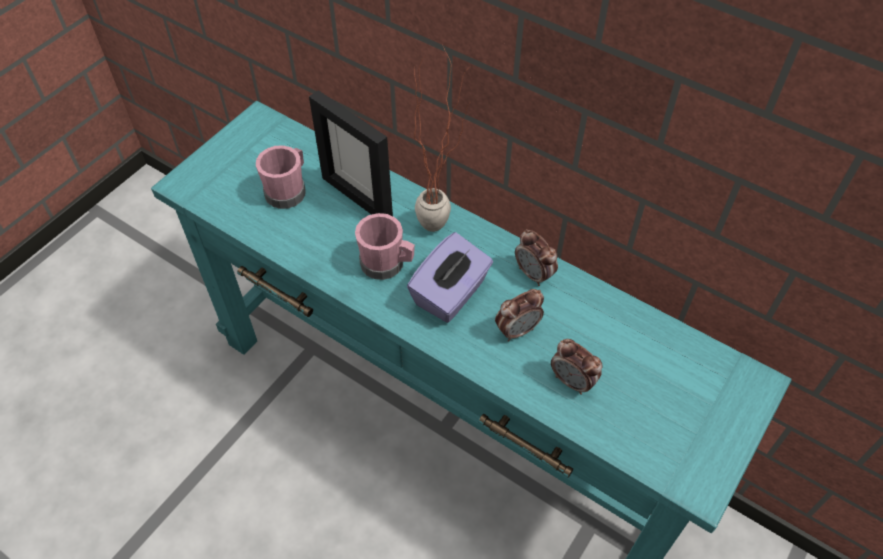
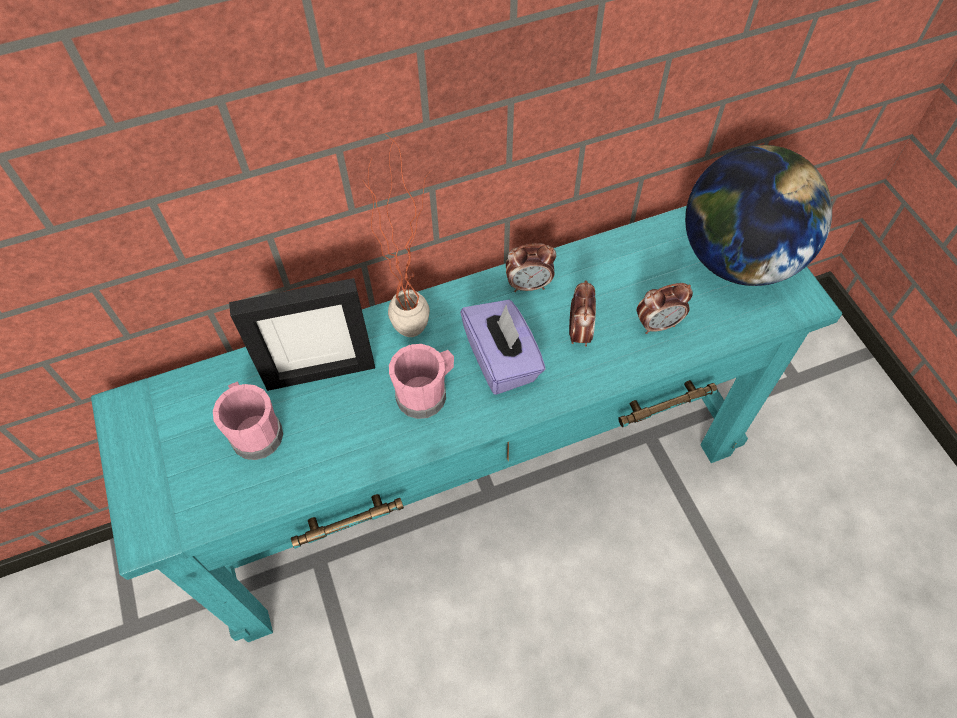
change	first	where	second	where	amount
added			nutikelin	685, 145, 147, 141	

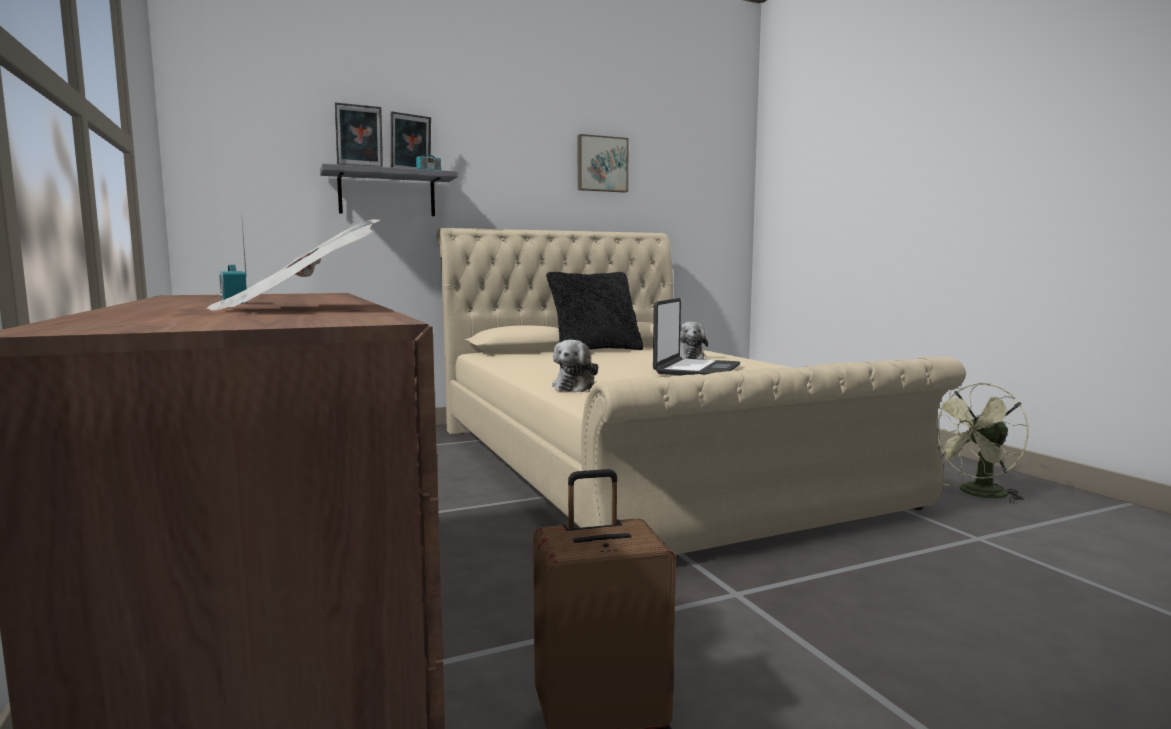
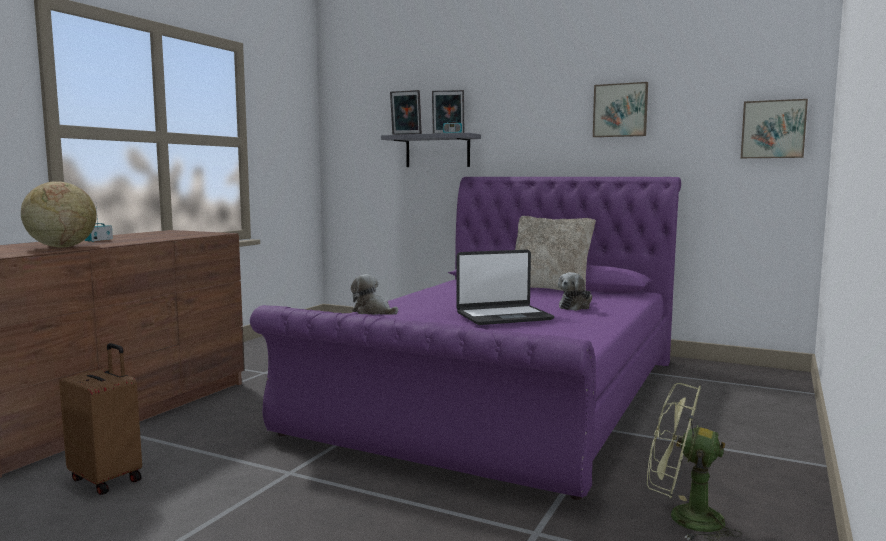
change	first	where	second	where	amount
replaced	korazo	207, 219, 174, 91	nutikelin	21, 181, 76, 67	
recoloured	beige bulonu	436, 228, 530, 327	purple bulonu	250, 177, 431, 323	
recoloured	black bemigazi	546, 272, 97, 78	beige bemigazi	515, 216, 81, 75	
turned	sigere	552, 340, 46, 52		351, 274, 47, 41	60 degrees clockwise
added			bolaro	741, 99, 67, 59	

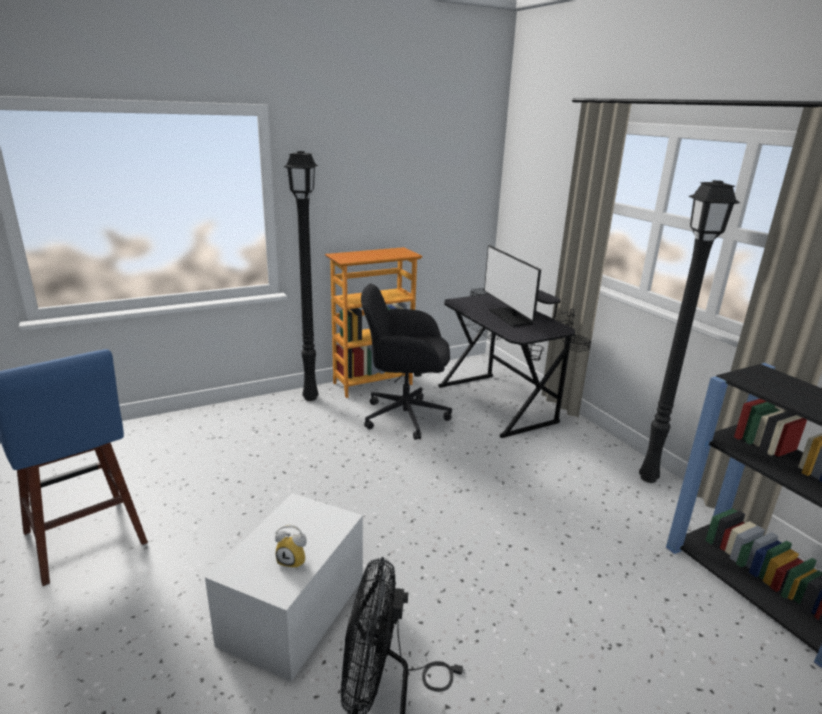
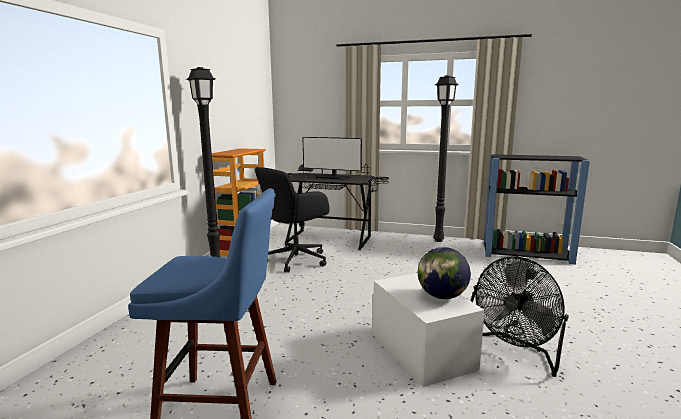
change	first	where	second	where	amount
replaced	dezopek	275, 525, 32, 45	nutikelin	418, 247, 53, 52	

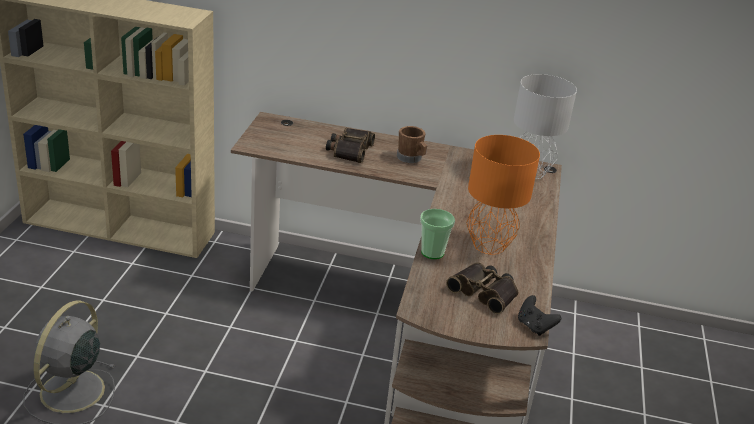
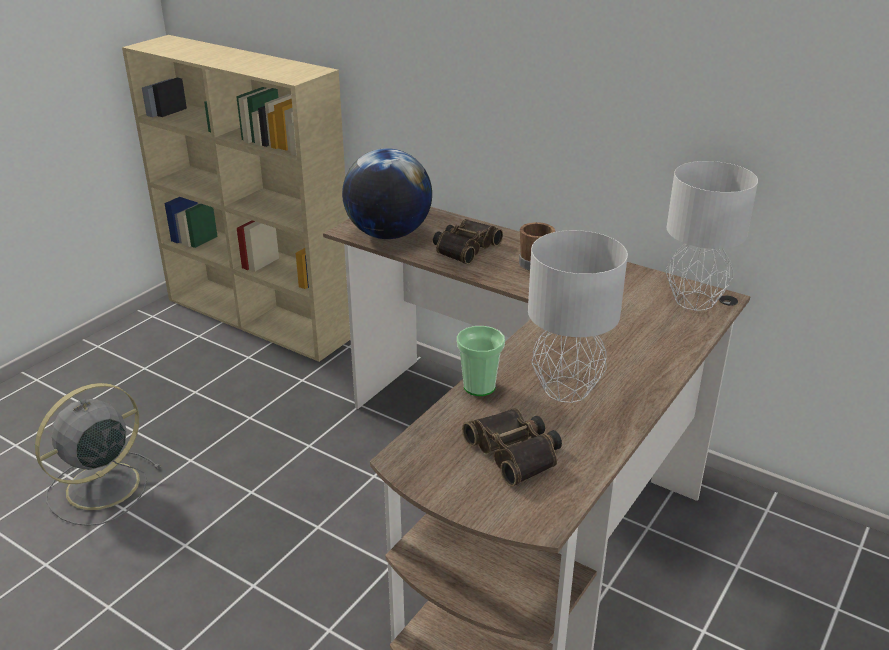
change	first	where	second	where	amount
recoloured	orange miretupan	466, 135, 74, 120	grey miretupan	528, 230, 100, 173	
removed	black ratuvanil	518, 295, 43, 41			
added			nutikelin	342, 148, 90, 91	

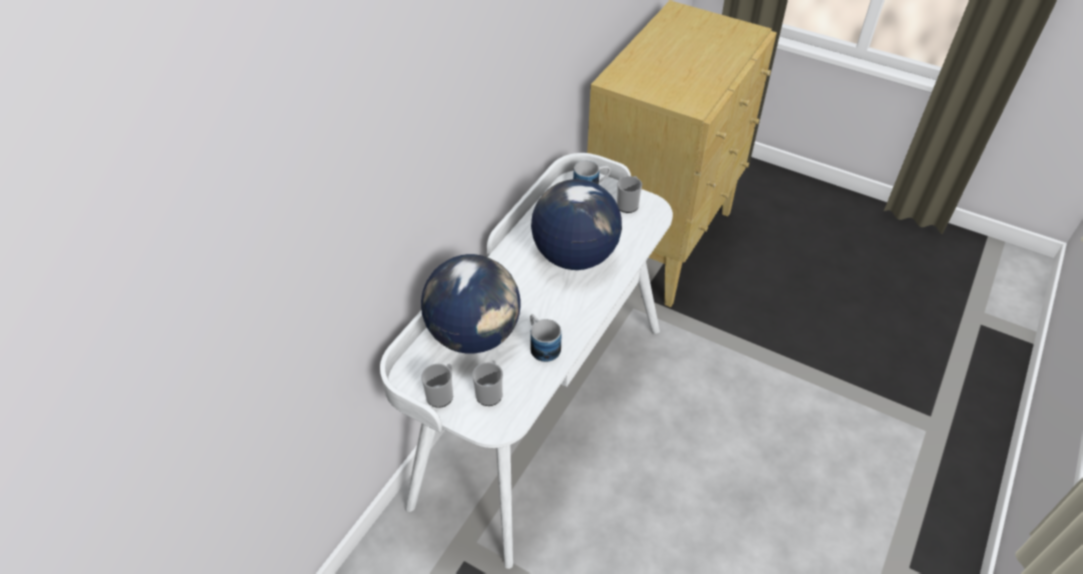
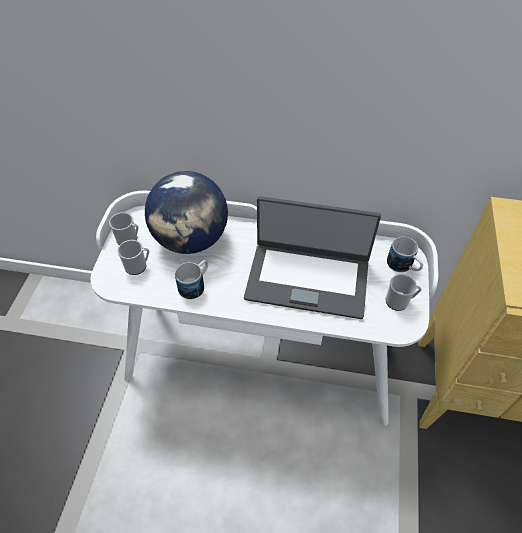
change	first	where	second	where	amount
replaced	nutikelin	531, 179, 91, 91	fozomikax	244, 196, 137, 123	

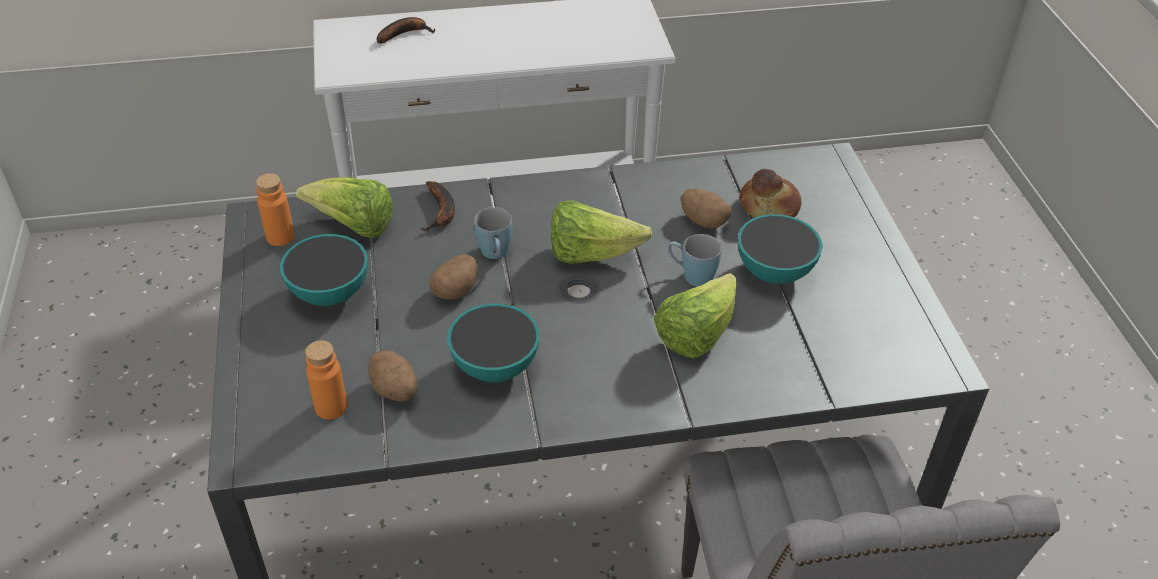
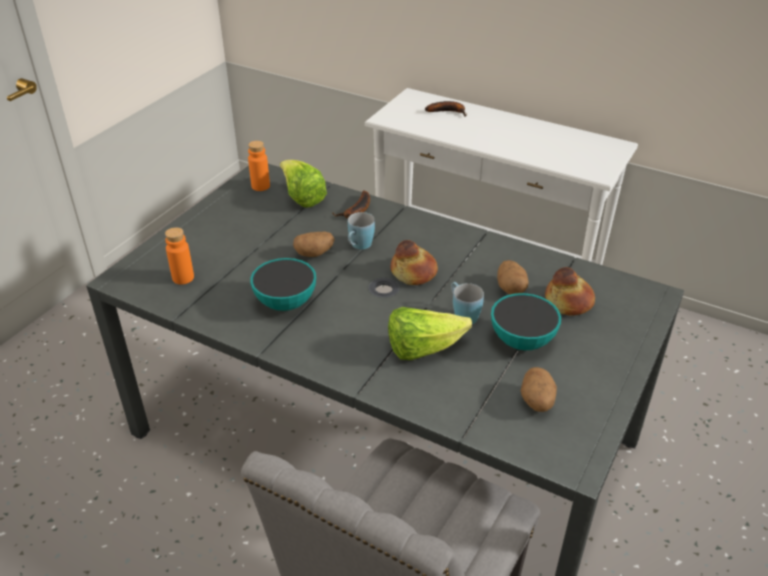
change	first	where	second	where	amount
replaced	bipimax	551, 200, 101, 64	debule	390, 240, 48, 45	
removed	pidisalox	280, 234, 88, 72			
moved	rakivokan	368, 350, 50, 52		521, 367, 36, 45	

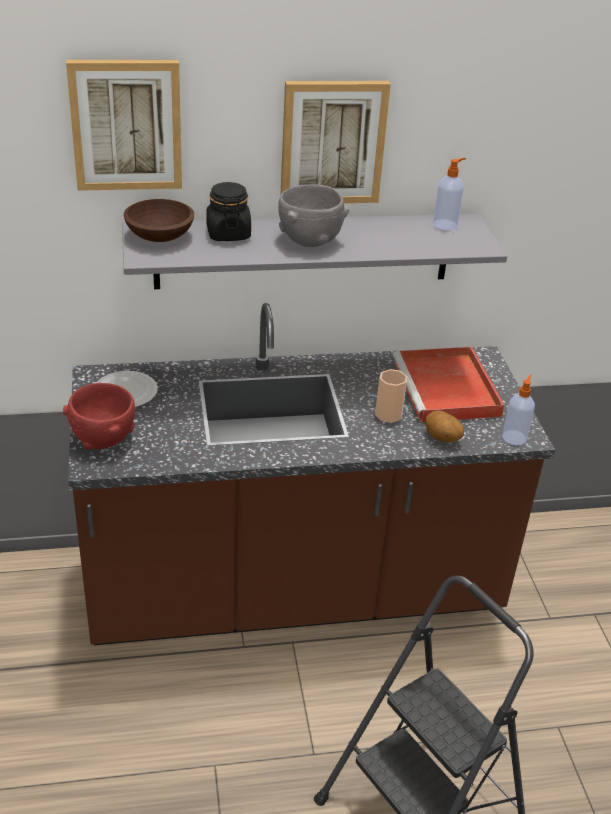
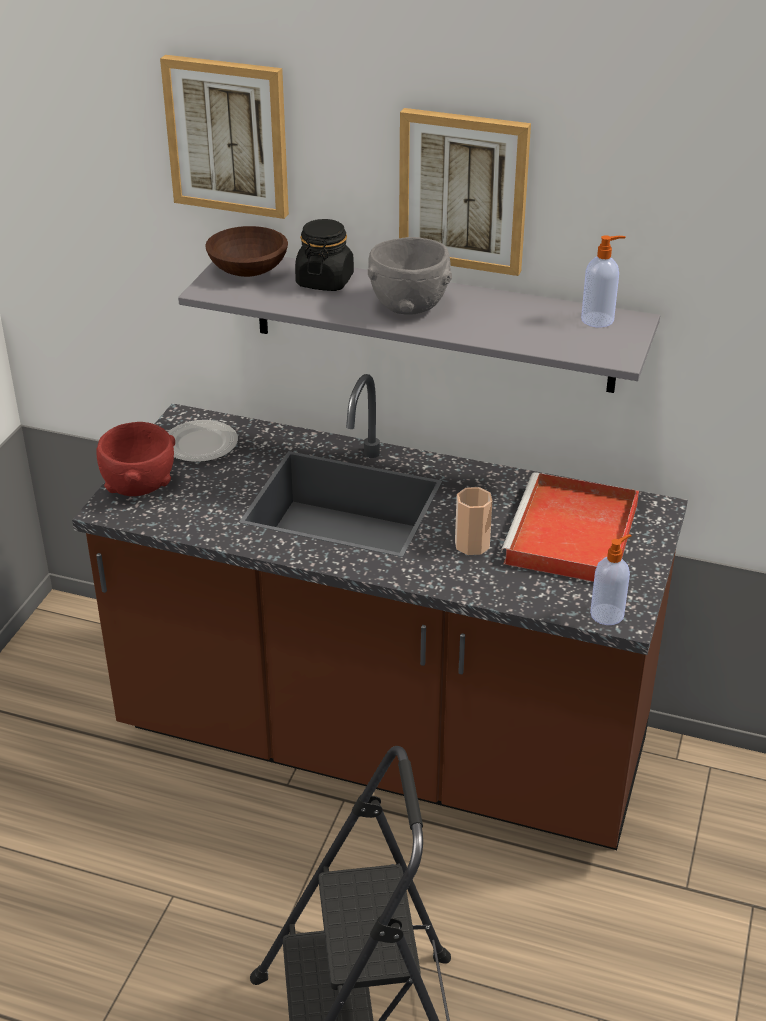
change	first	where	second	where	amount
removed	rakivokan	425, 411, 39, 32			

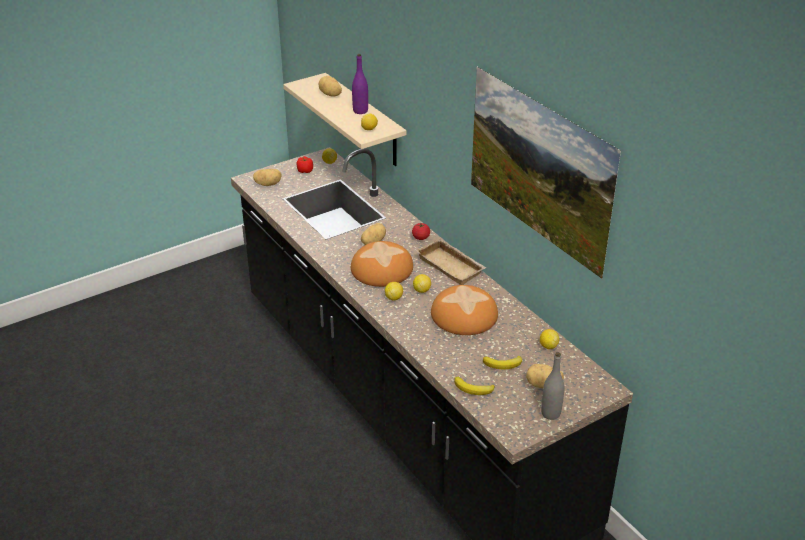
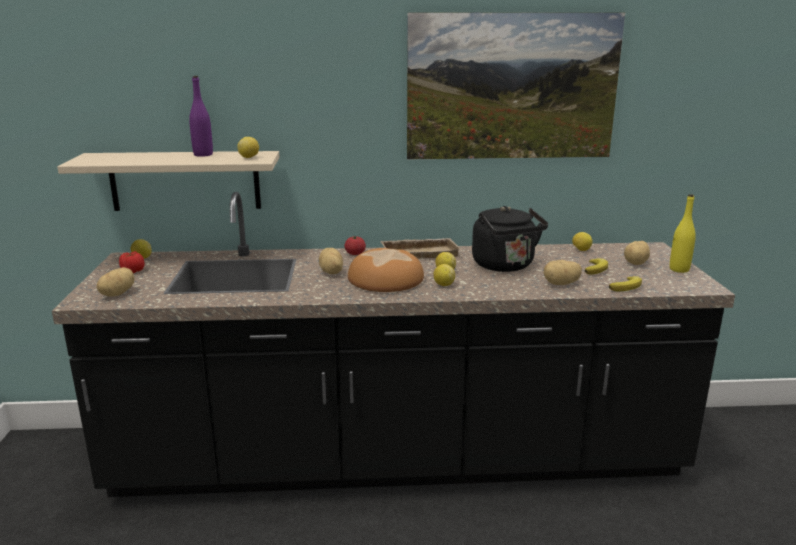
change	first	where	second	where	amount
moved	rakivokan	318, 76, 24, 21		543, 260, 39, 25	
replaced	debule	431, 285, 67, 50	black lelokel	472, 206, 76, 66	
recoloured	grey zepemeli	541, 352, 23, 68	yellow zepemeli	670, 194, 26, 79	

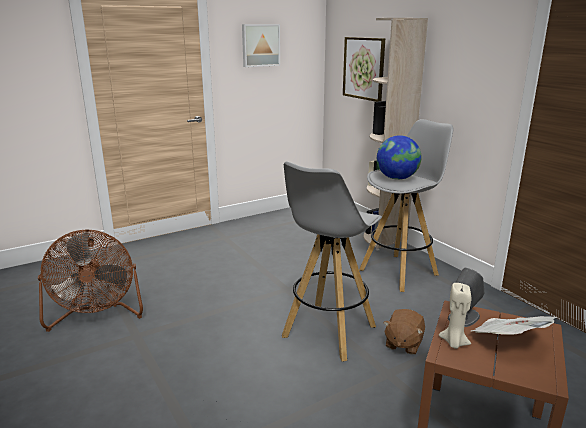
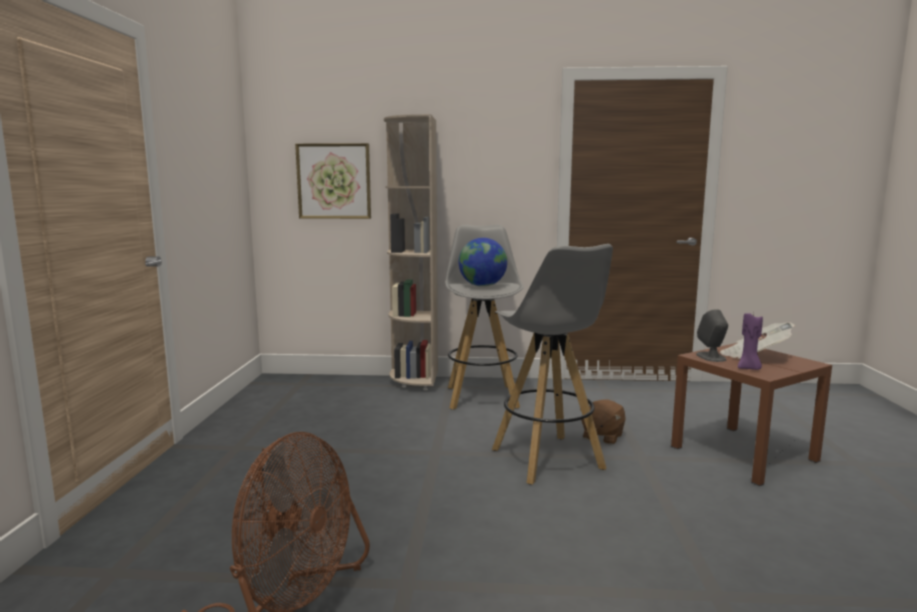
change	first	where	second	where	amount
removed	bolaro	242, 24, 38, 43			
recoloured	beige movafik	439, 283, 32, 66	purple movafik	738, 313, 25, 57	
turned	brown sigere	383, 309, 42, 46		580, 400, 46, 45	60 degrees clockwise

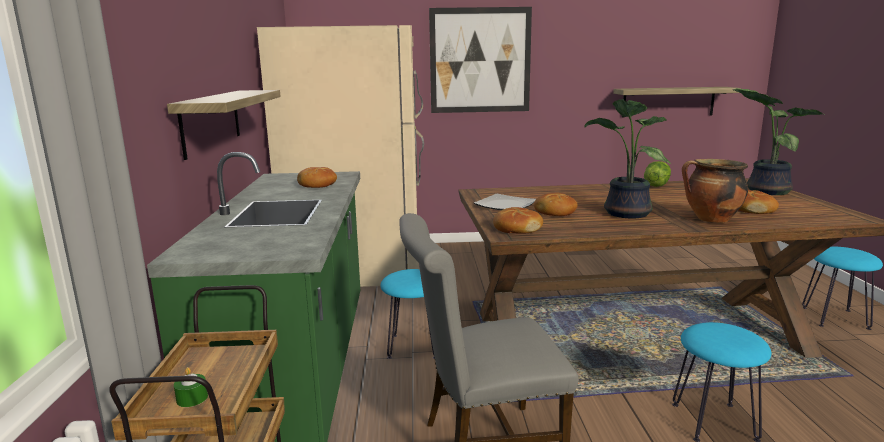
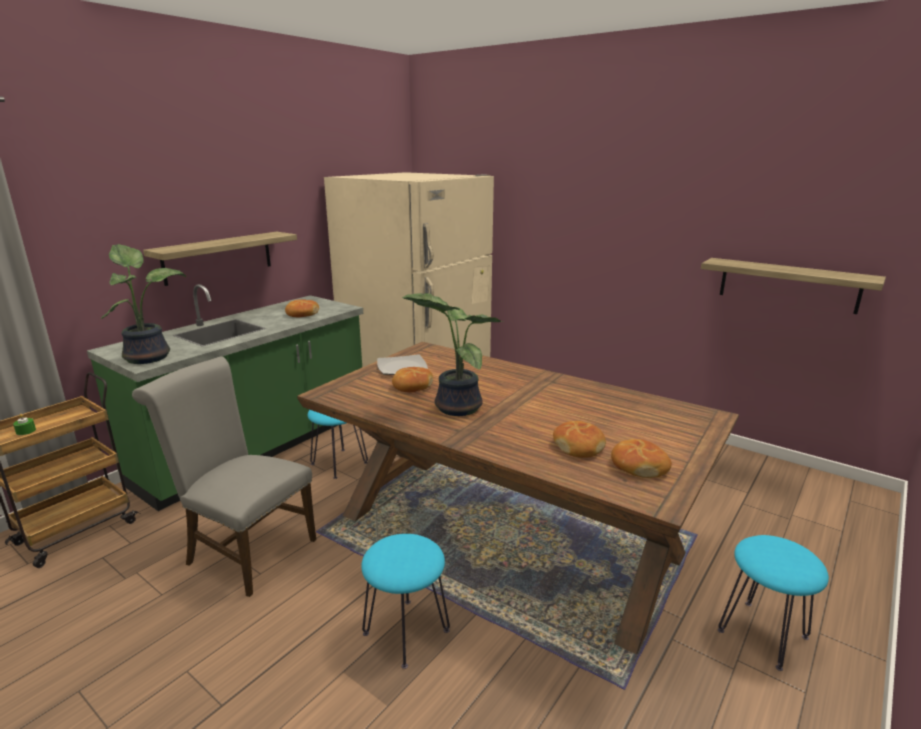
change	first	where	second	where	amount
removed	bolaro	429, 7, 103, 106			
moved	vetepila	733, 88, 90, 107		101, 244, 85, 120	
removed	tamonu	682, 159, 66, 64			
removed	bipimax	644, 161, 27, 26			
moved	debule	493, 207, 50, 27		611, 439, 61, 39	

